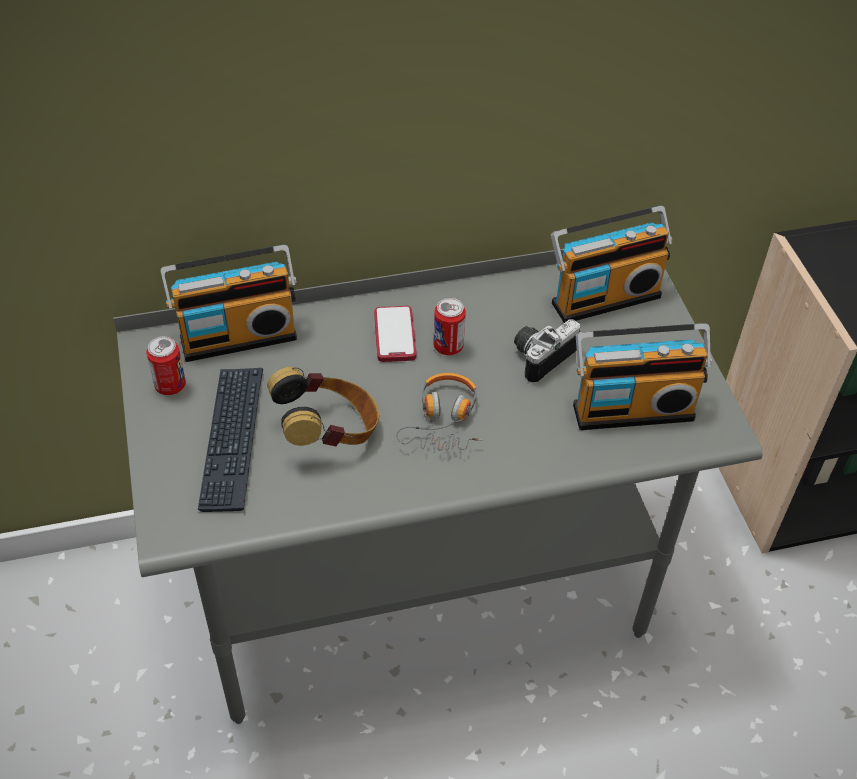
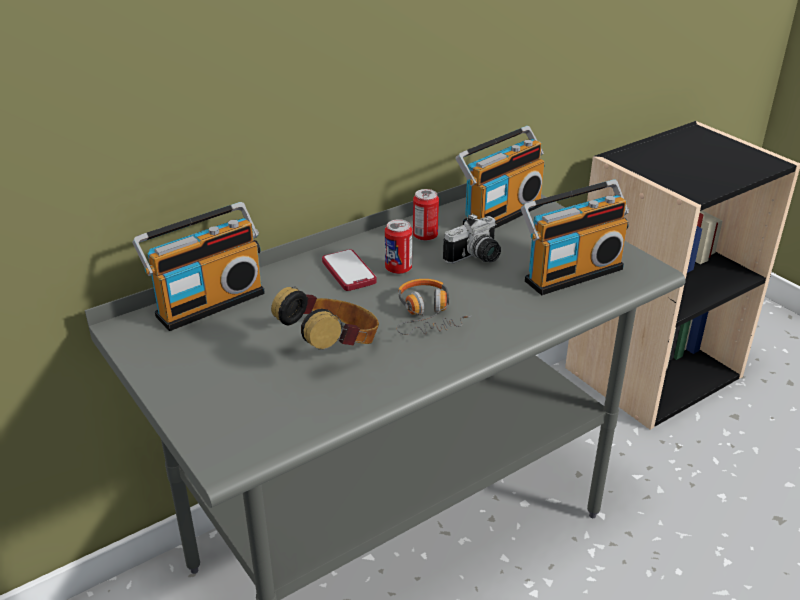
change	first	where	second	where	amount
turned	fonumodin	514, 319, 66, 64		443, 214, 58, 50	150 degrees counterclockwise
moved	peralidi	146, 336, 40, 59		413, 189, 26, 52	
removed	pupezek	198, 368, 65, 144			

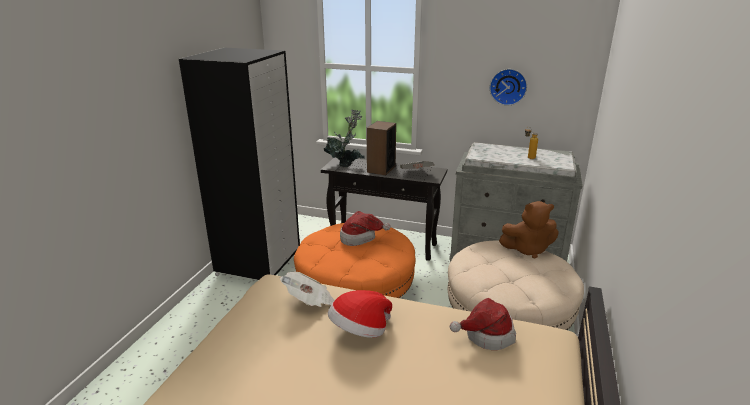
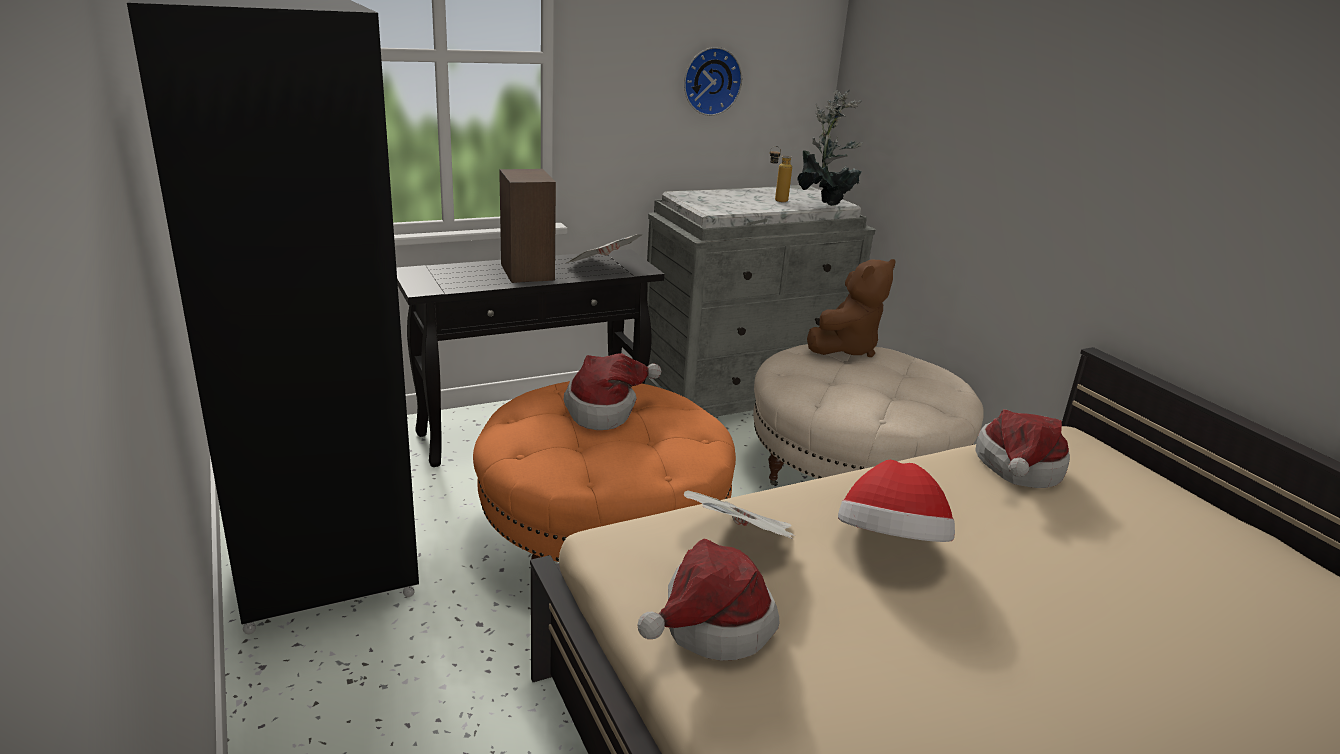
change	first	where	second	where	amount
moved	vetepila	324, 109, 41, 58		797, 90, 66, 116	
added			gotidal	638, 538, 142, 123	

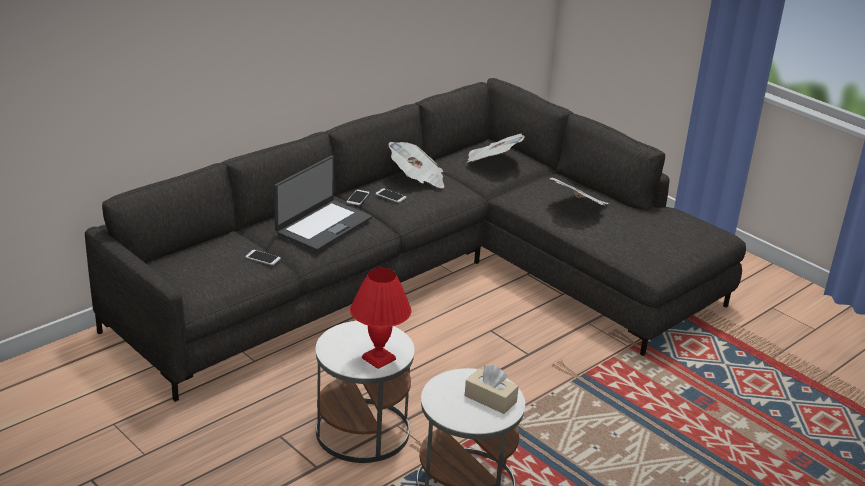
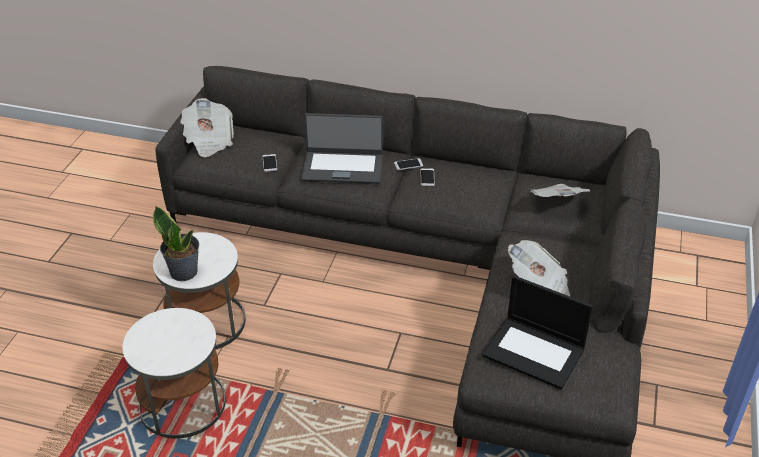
change	first	where	second	where	amount
moved	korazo	388, 142, 56, 46		180, 98, 54, 59	
replaced	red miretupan	350, 268, 61, 101	vetepila	153, 206, 46, 75	
removed	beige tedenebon	465, 365, 54, 49			
added			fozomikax	482, 276, 111, 114	

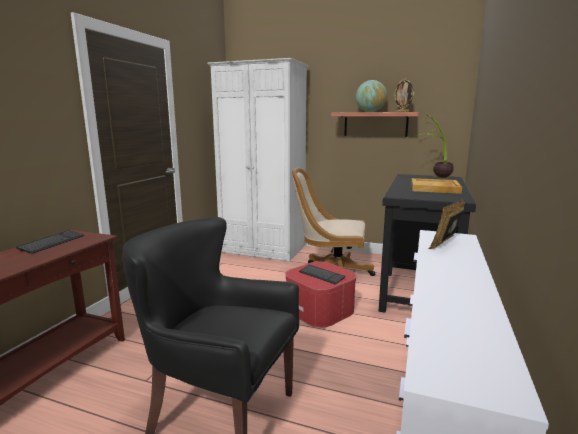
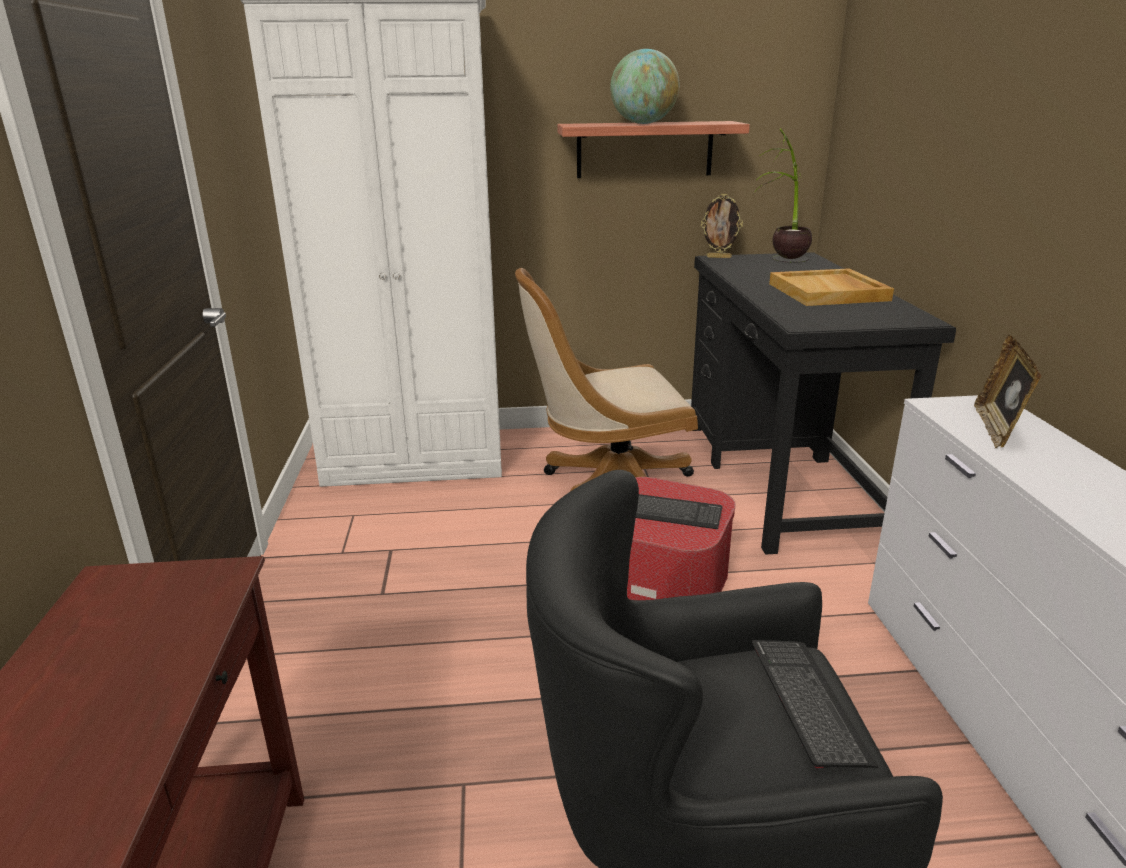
change	first	where	second	where	amount
moved	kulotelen	394, 79, 20, 33		701, 194, 42, 64	
moved	pupezek	16, 230, 68, 24		752, 640, 126, 128	

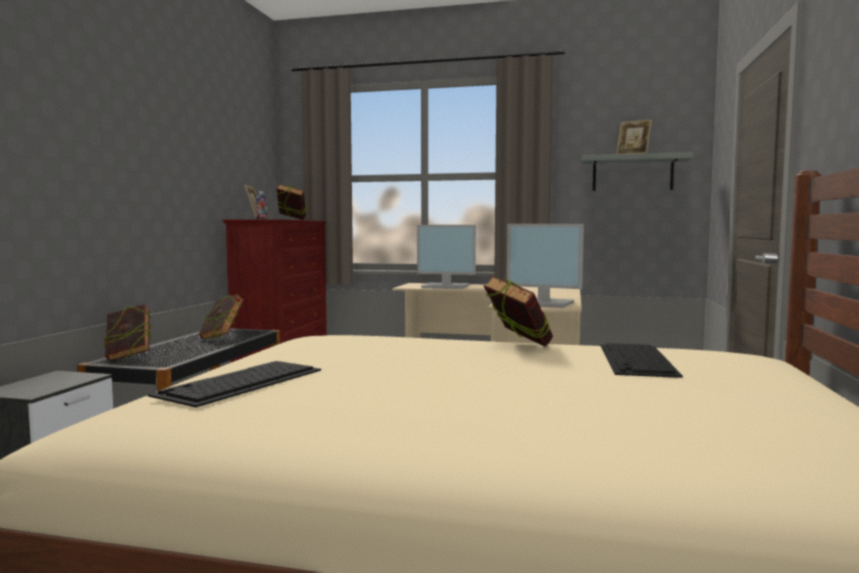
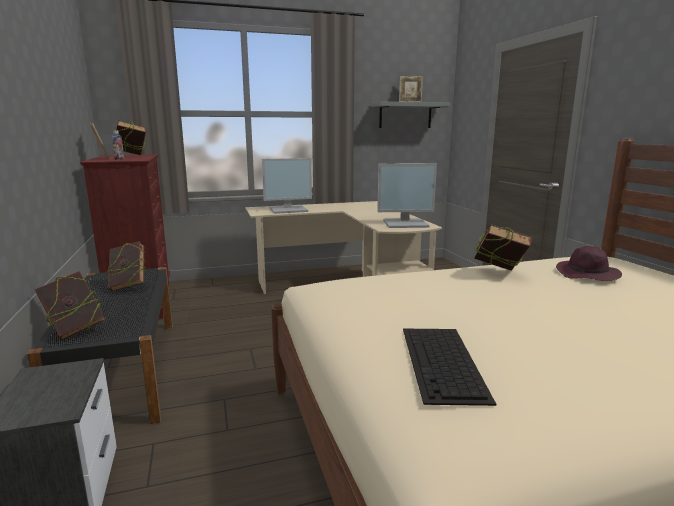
change	first	where	second	where	amount
replaced	pupezek	601, 343, 82, 35	purple gotidal	556, 246, 66, 35	

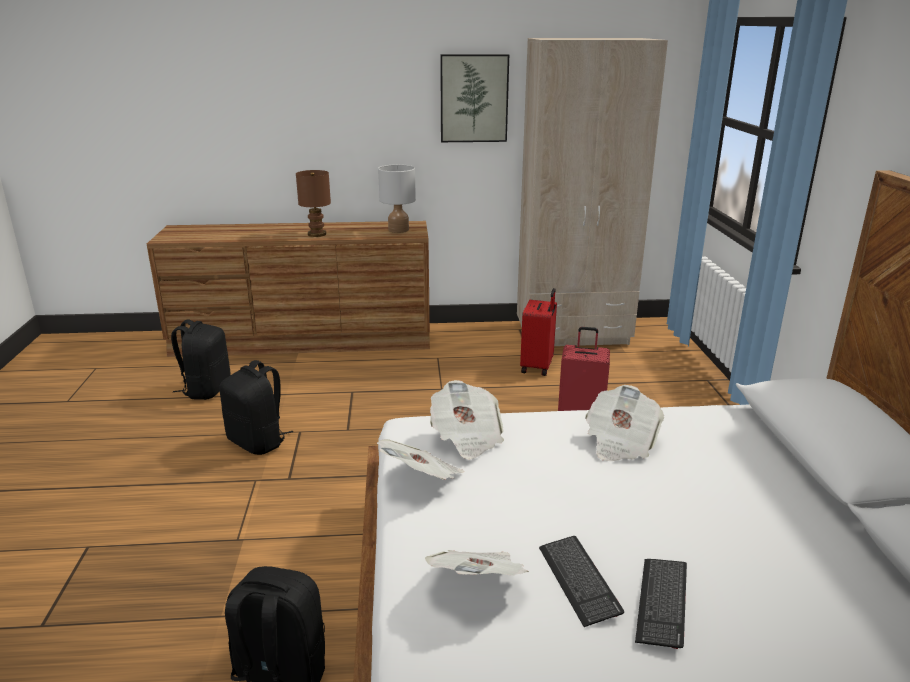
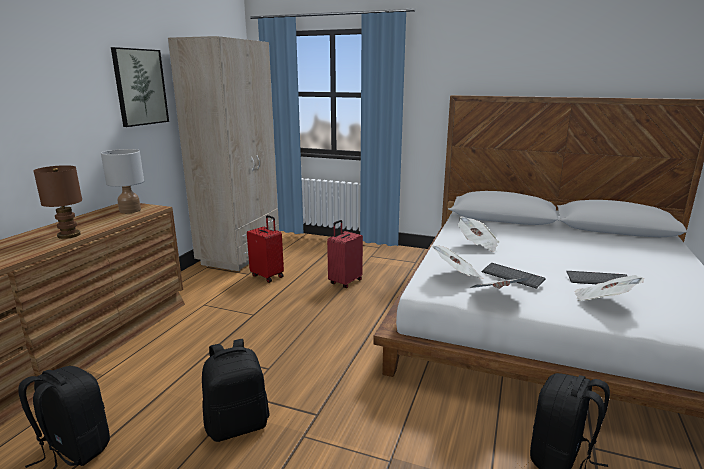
change	first	where	second	where	amount
moved	pupezek	635, 559, 52, 90		482, 263, 64, 26	

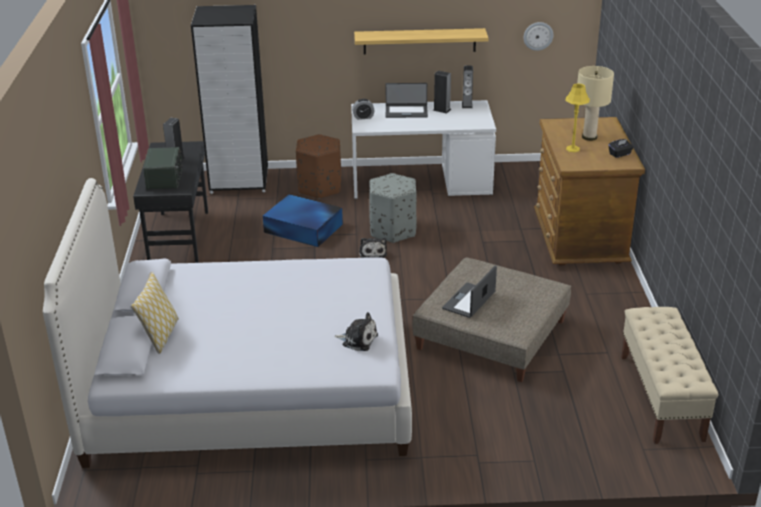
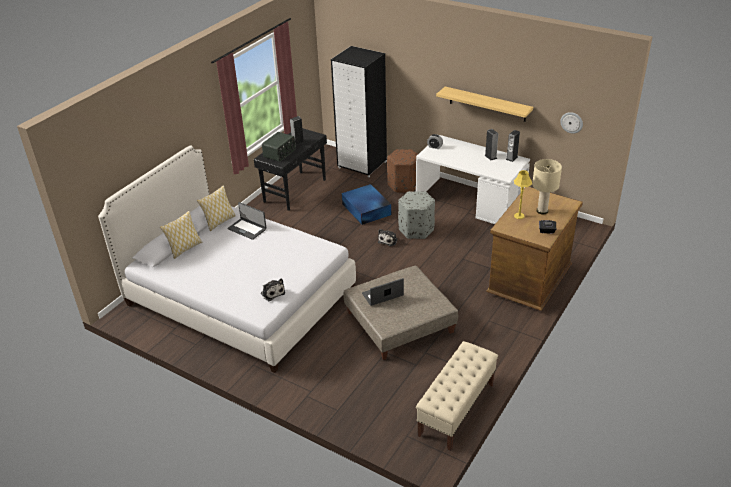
change	first	where	second	where	amount
moved	fozomikax	386, 83, 42, 35		227, 202, 39, 38	
added			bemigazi	197, 186, 39, 45	

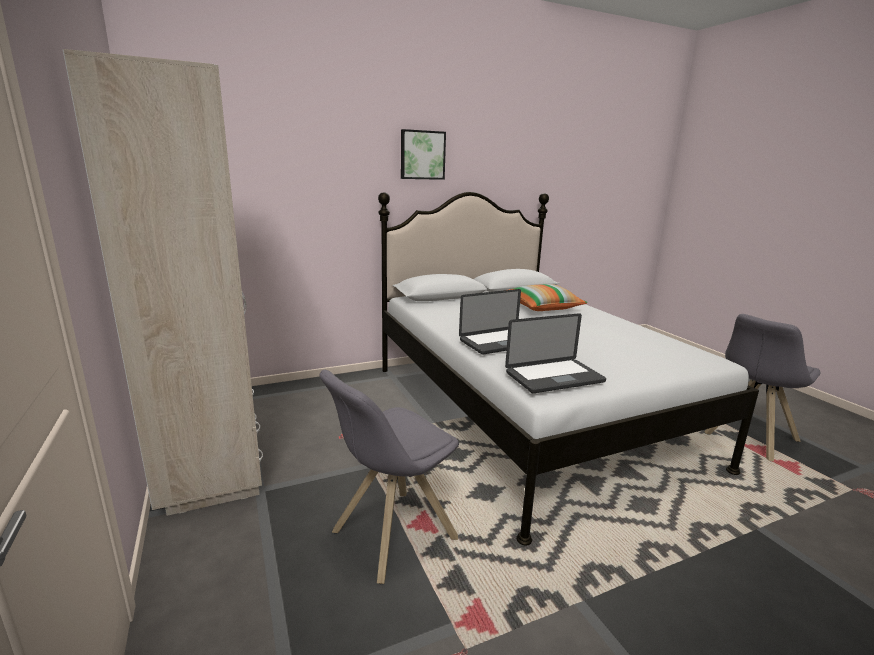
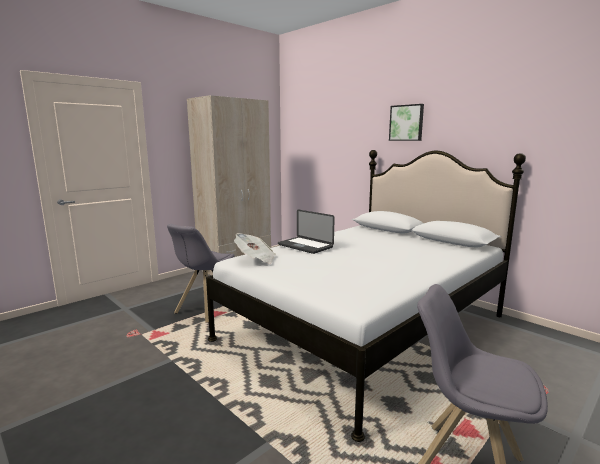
change	first	where	second	where	amount
removed	bemigazi	509, 284, 78, 27			
replaced	fozomikax	505, 313, 101, 80	korazo	234, 233, 42, 31	
turned	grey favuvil	320, 370, 139, 214		167, 224, 68, 99	90 degrees counterclockwise

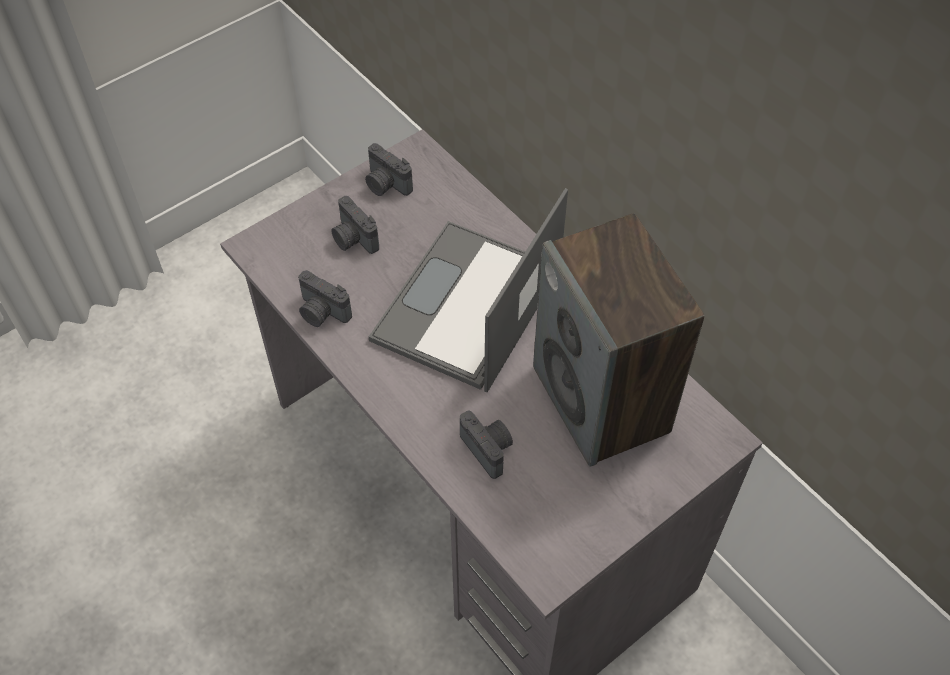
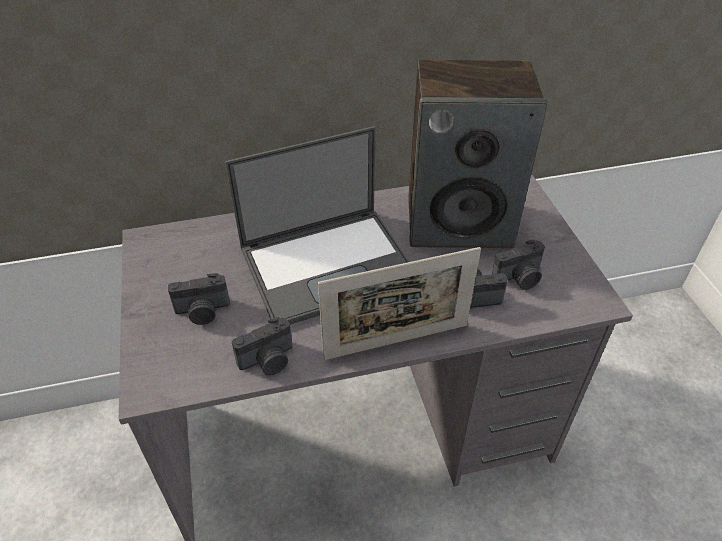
change	first	where	second	where	amount
moved	fonumodin	365, 143, 48, 53		492, 239, 53, 51	
turned	fozomikax	368, 188, 200, 204		225, 126, 184, 199	75 degrees counterclockwise
added			kulotelen	318, 247, 163, 113	

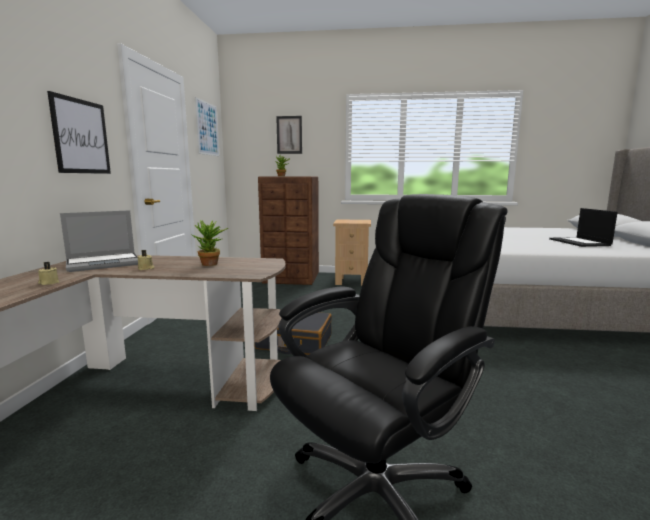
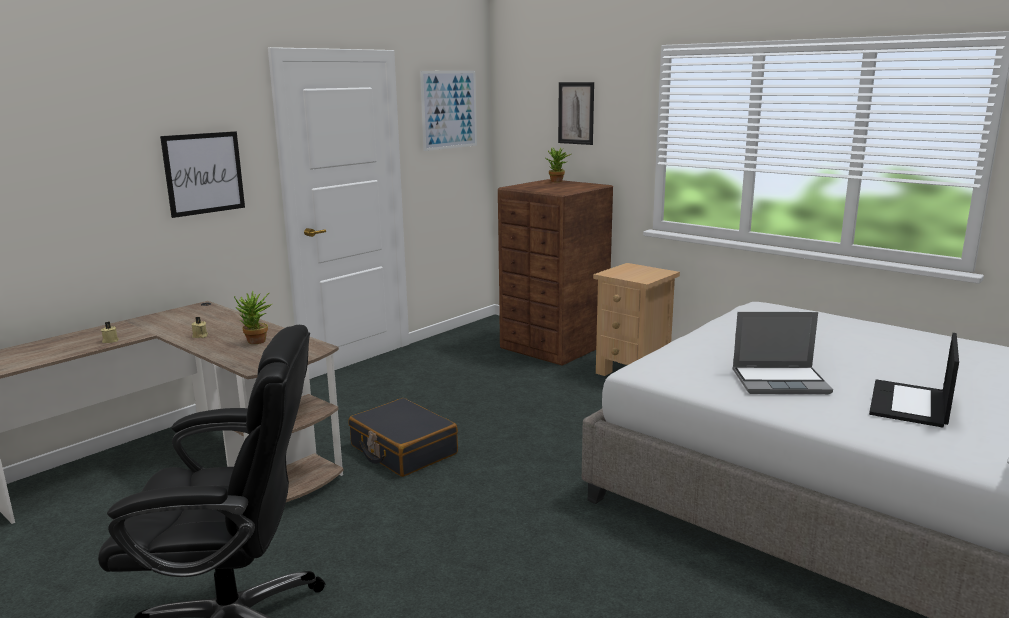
change	first	where	second	where	amount
moved	fozomikax	60, 210, 78, 62		732, 312, 101, 82	

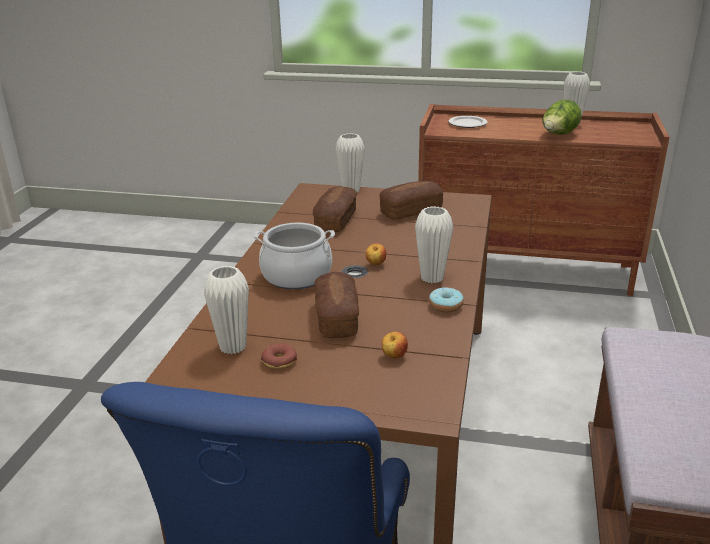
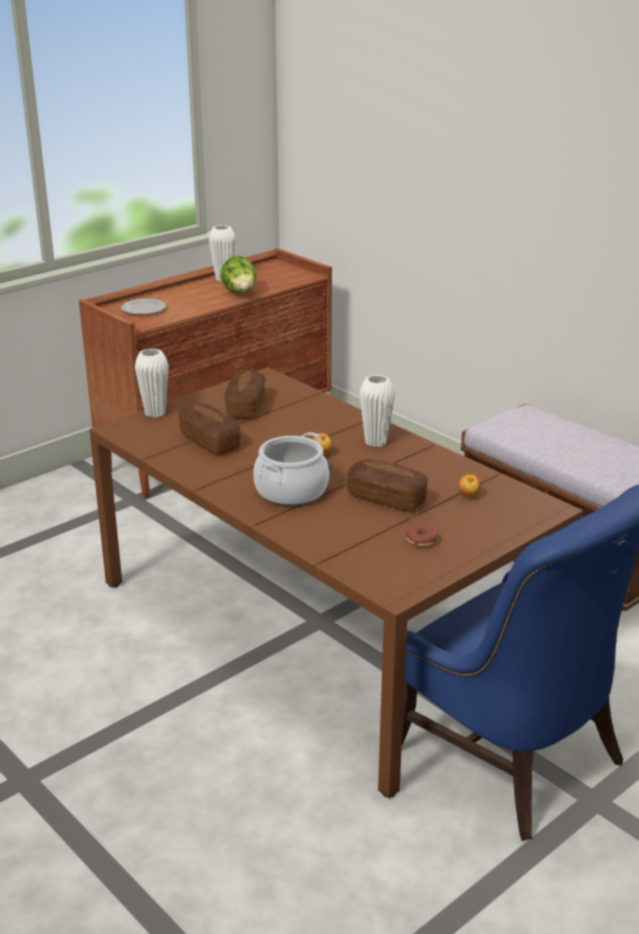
change	first	where	second	where	amount
removed	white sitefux	204, 266, 45, 88			
removed	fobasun	429, 288, 35, 24			

